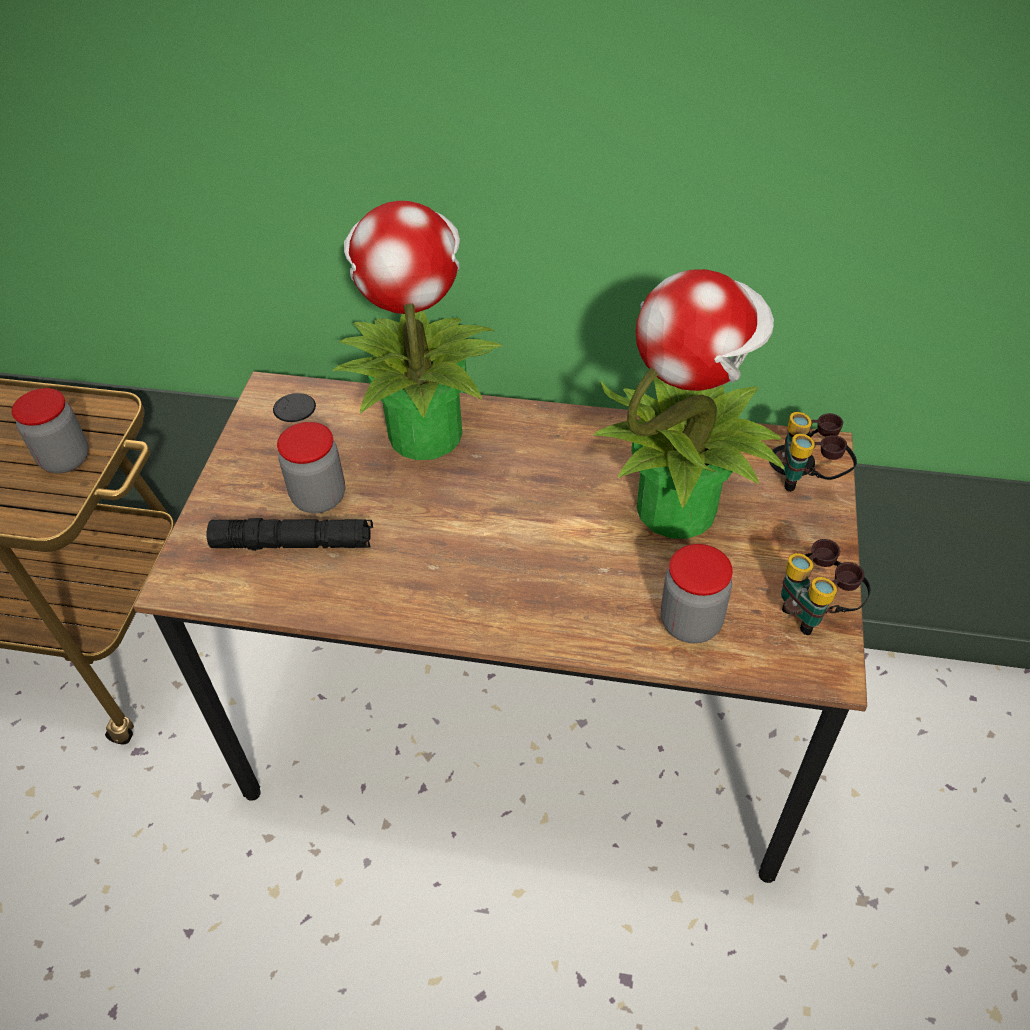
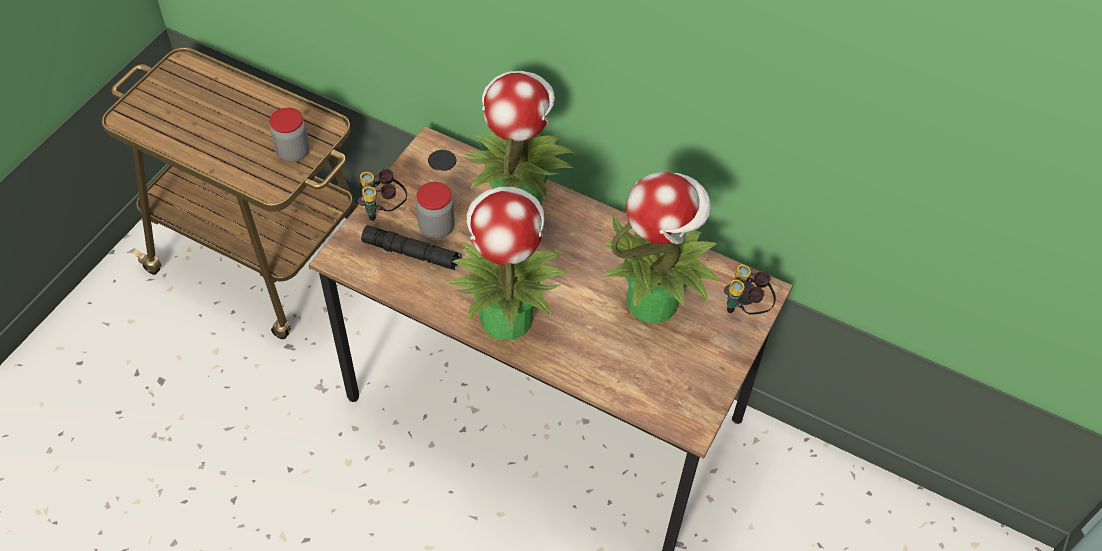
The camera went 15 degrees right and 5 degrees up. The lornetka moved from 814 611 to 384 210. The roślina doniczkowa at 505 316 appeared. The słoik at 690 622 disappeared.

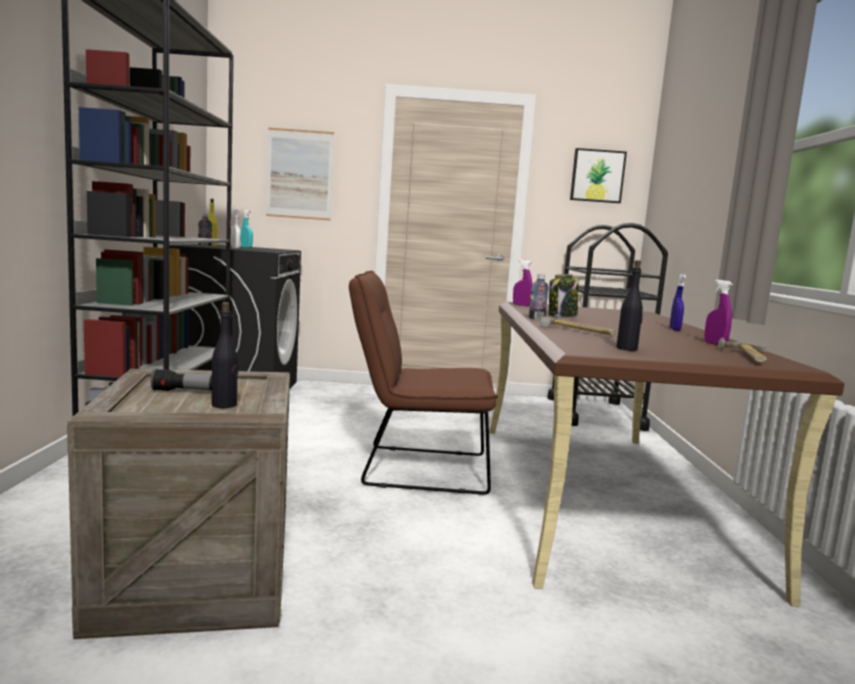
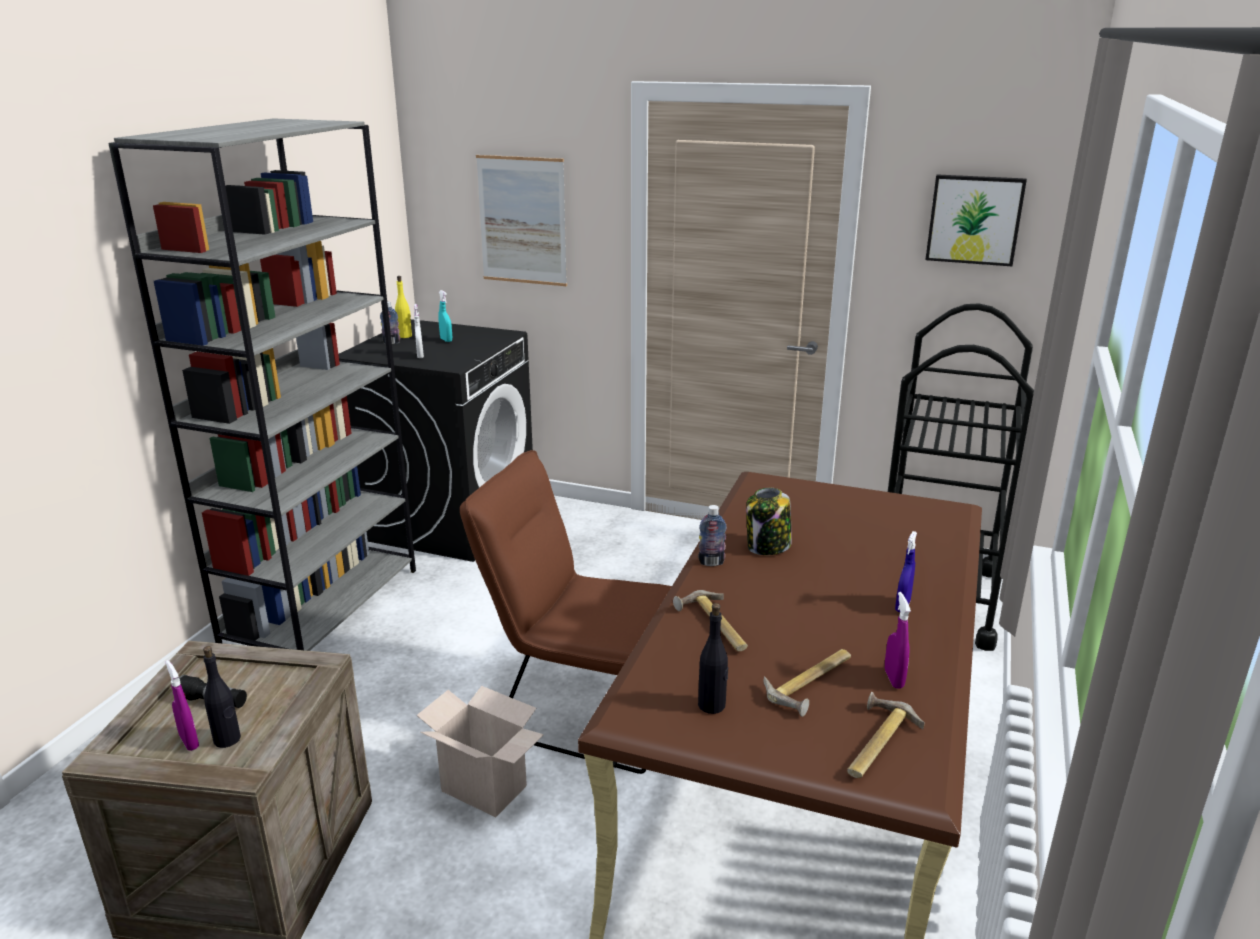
The camera went 20 degrees right and 15 degrees up. The spryskiwacz (fioletowy) moved from 521 305 to 189 742. The karton at 487 788 appeared. The młotek at 813 684 appeared.

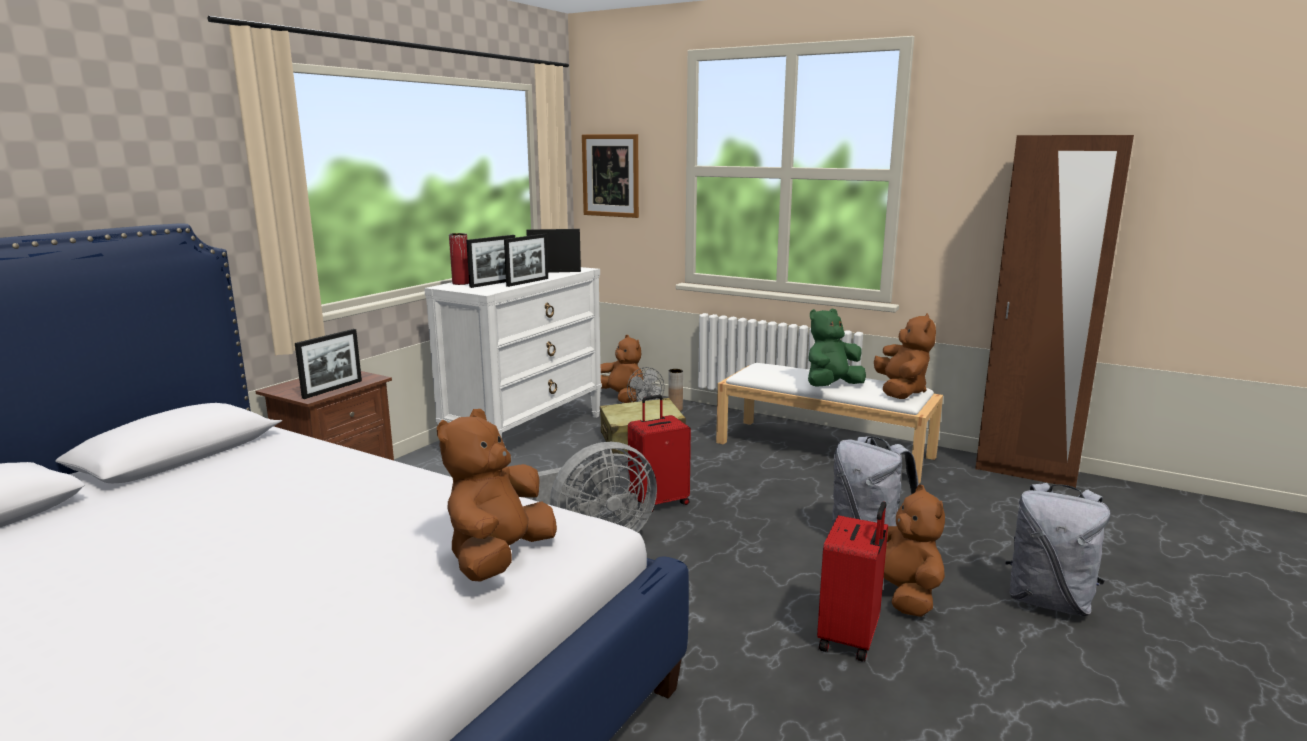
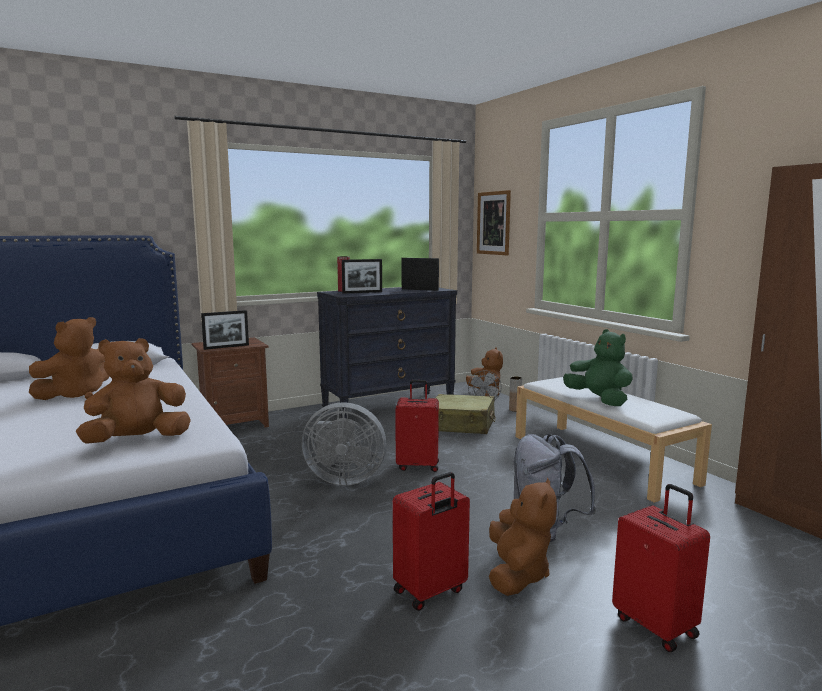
The camera went 30 degrees right and 5 degrees down. The pluszak (brązowy) moved from 901 391 to 76 395. The komoda (biały) at 525 433 became the komoda (czarny) at 389 407. The pluszak (zielony) at 831 387 turned 60 degrees clockwise. The plecak (szary) at 1049 601 was replaced by the walizka (czerwony) at 656 625. The ramka na zdjęcie at 527 282 disappeared.

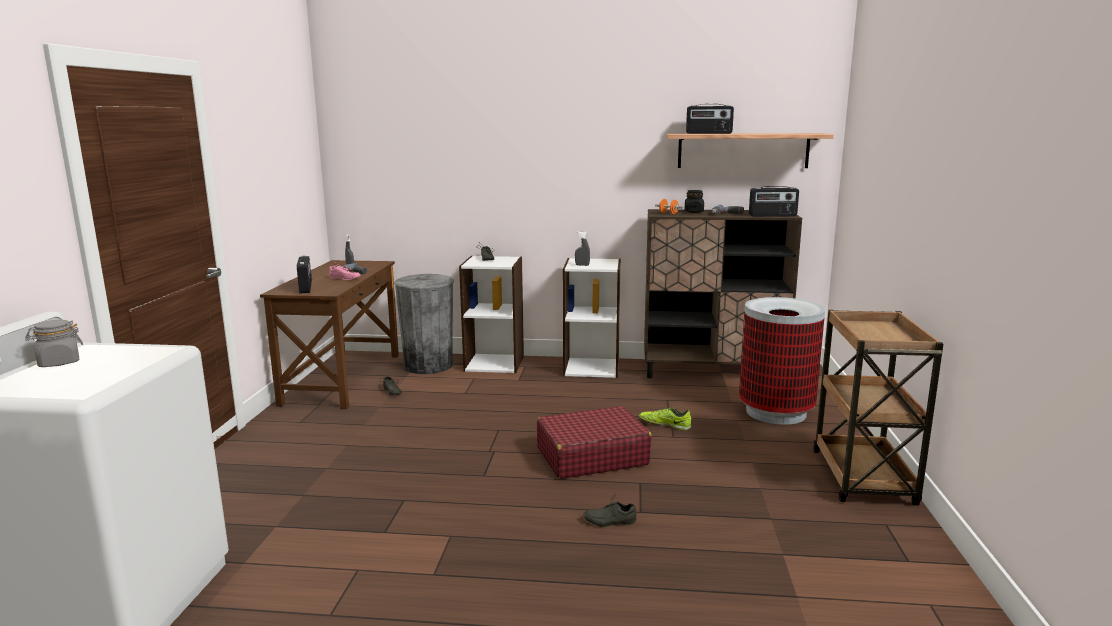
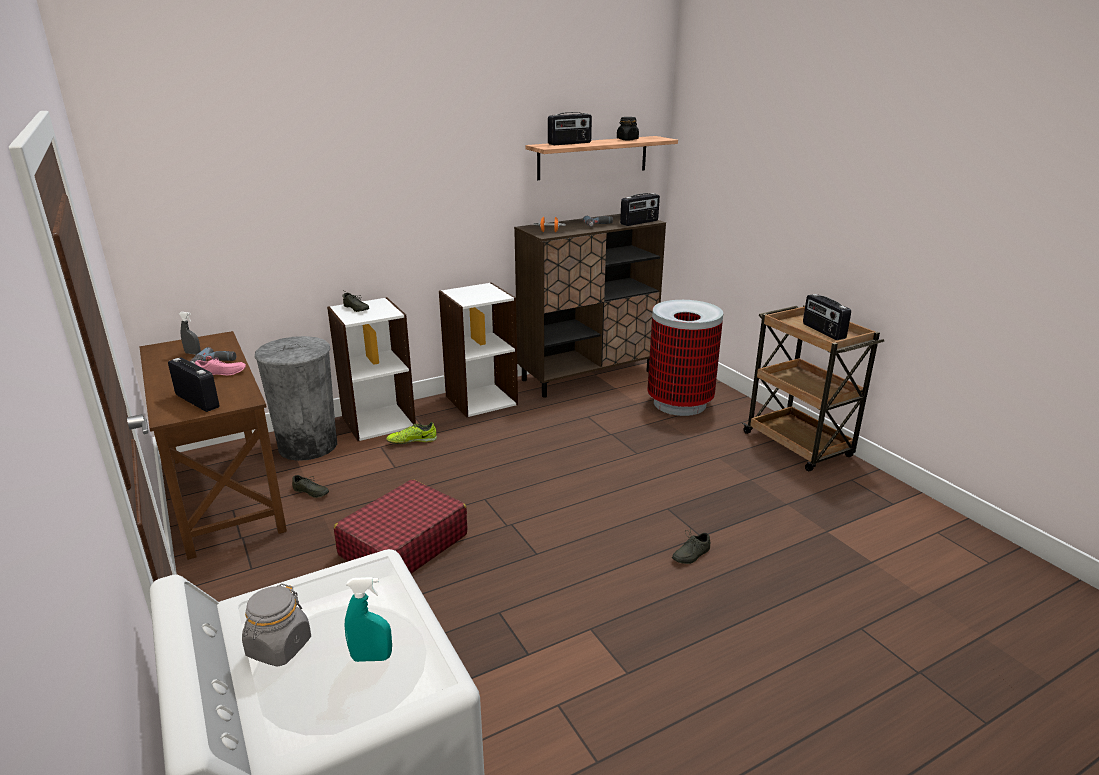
The camera went 35 degrees left and 10 degrees up. The walizka (czerwony) moved from 591 456 to 403 545. The spryskiwacz (turkusowy) at 371 657 appeared. The but moved from 664 425 to 412 441. The słoik (czarny) moved from 693 212 to 627 139. The radio at 823 331 appeared. The spryskiwacz (szary) at 582 265 disappeared.

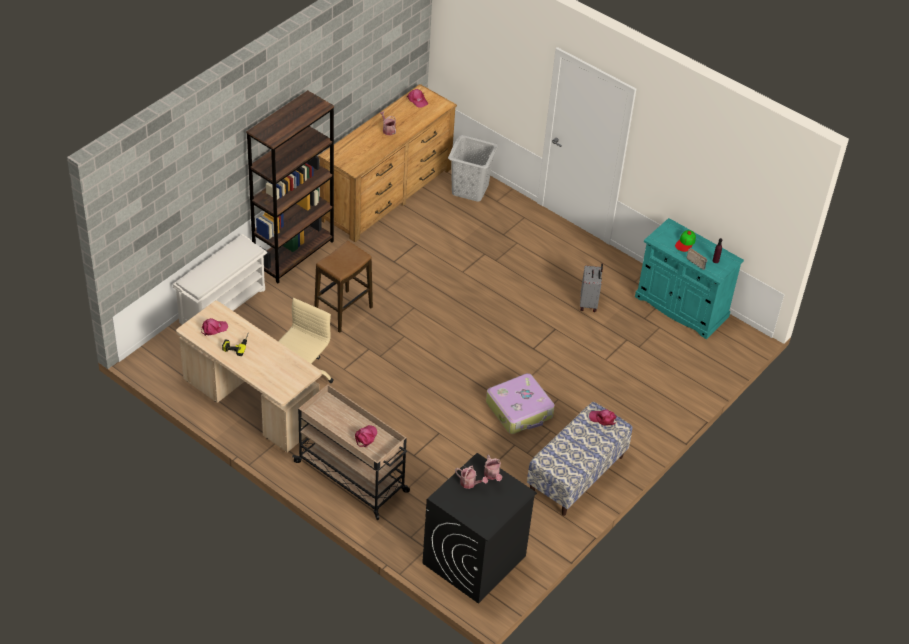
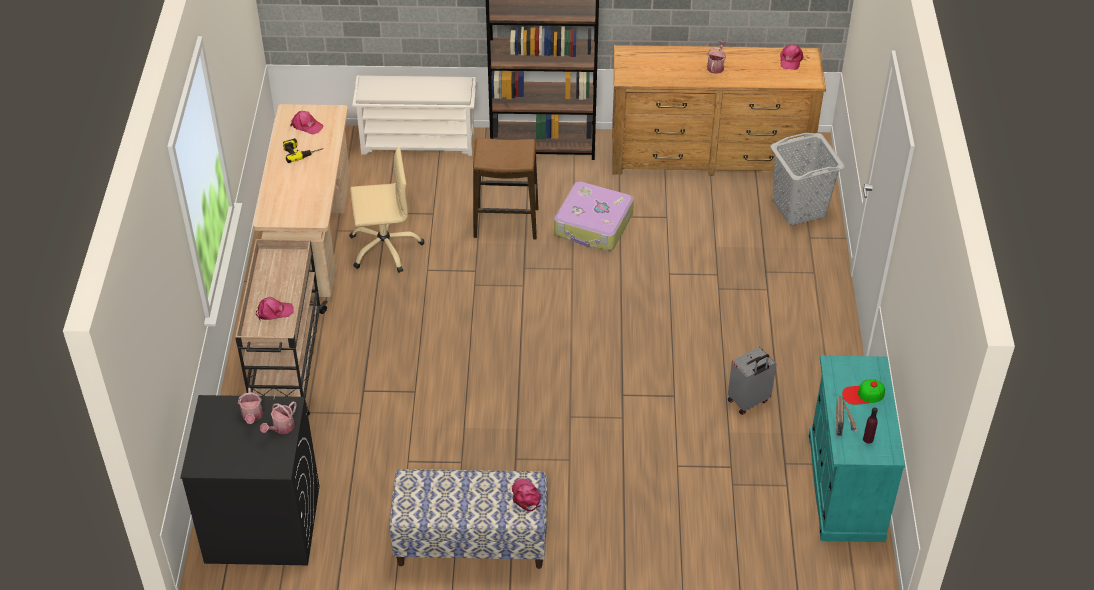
The camera went 55 degrees right and 0 degrees up. The walizka moved from 520 410 to 593 225.

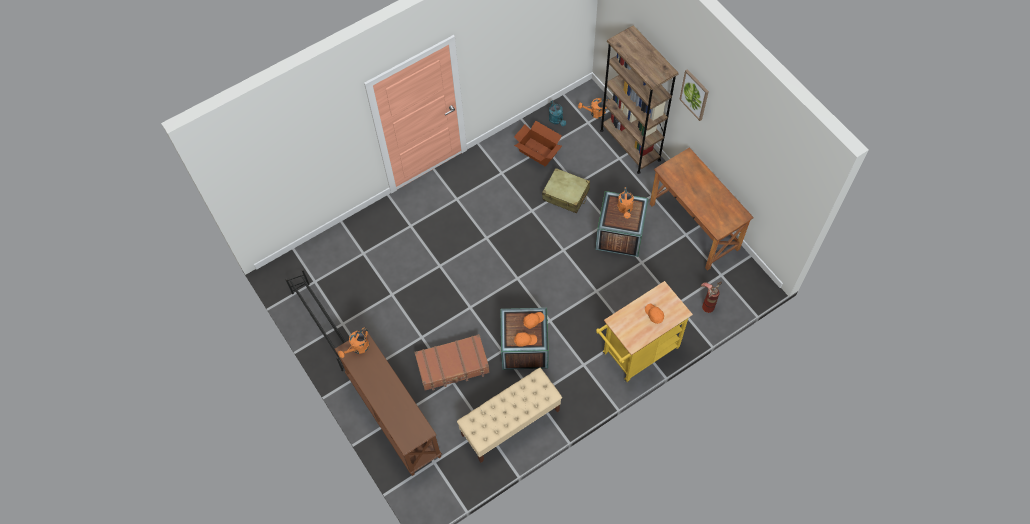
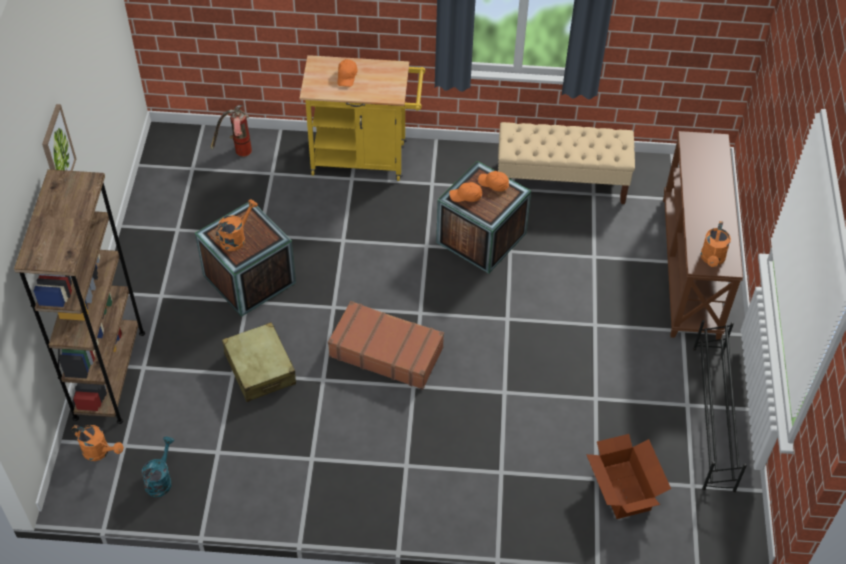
The camera went 145 degrees left and 10 degrees down. The walizka (brązowy) moved from 453 366 to 386 351. The karton moved from 538 152 to 623 489. The konewka (pomarańczowy) at 358 348 turned 120 degrees clockwise. The biurko (brązowy) at 694 226 disappeared.

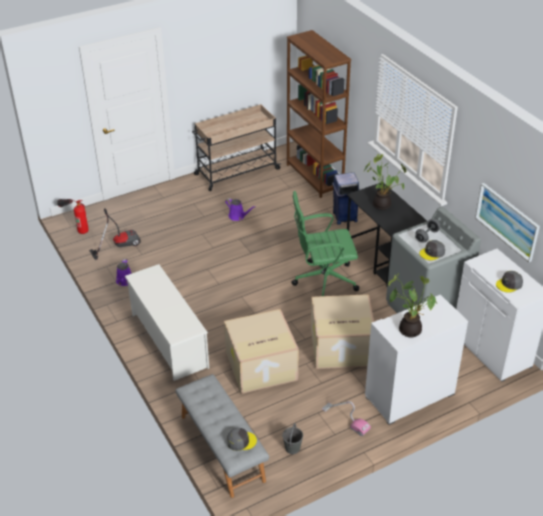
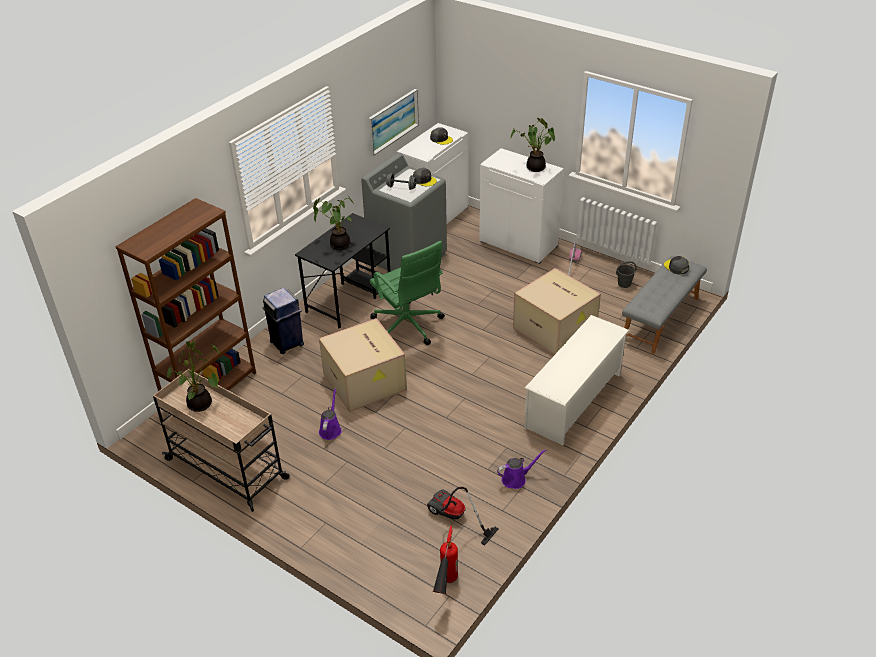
The camera went 115 degrees left and 0 degrees up. The roślina doniczkowa at 202 404 appeared. The karton moved from 340 347 to 366 382.

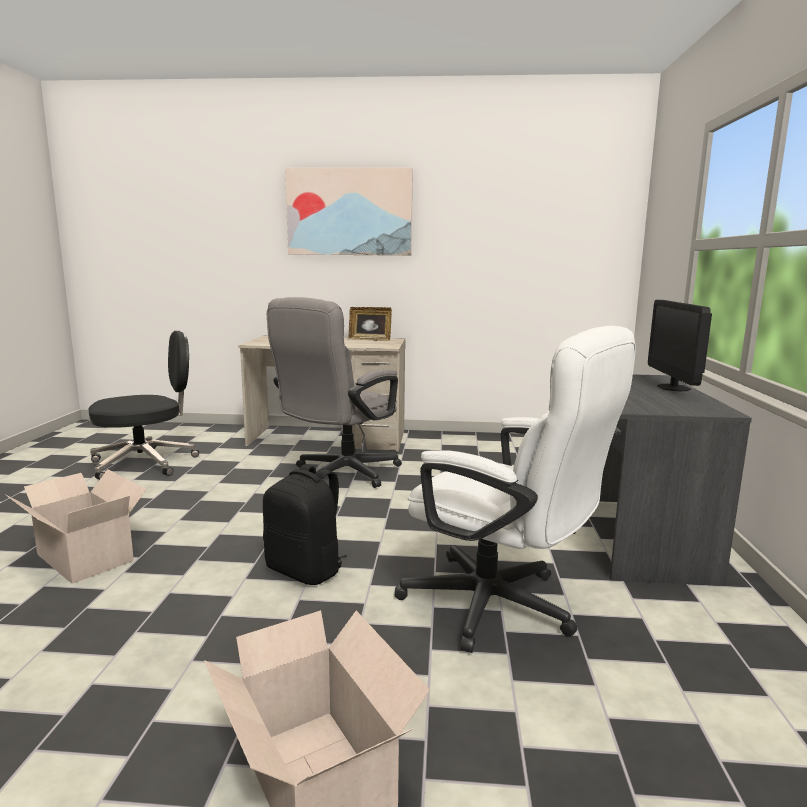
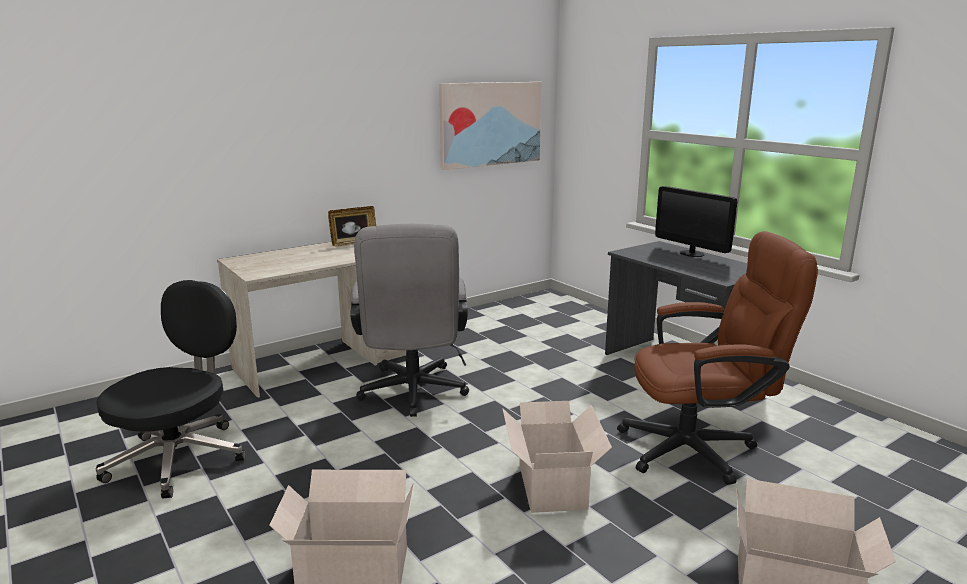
The camera went 40 degrees left and 5 degrees up. The obraz moved from 349 212 to 490 124. The plecak (czarny) at 306 570 was replaced by the karton at 552 484. The krzesło biurowe (biały) at 502 608 became the krzesło biurowe (brązowy) at 700 449.

